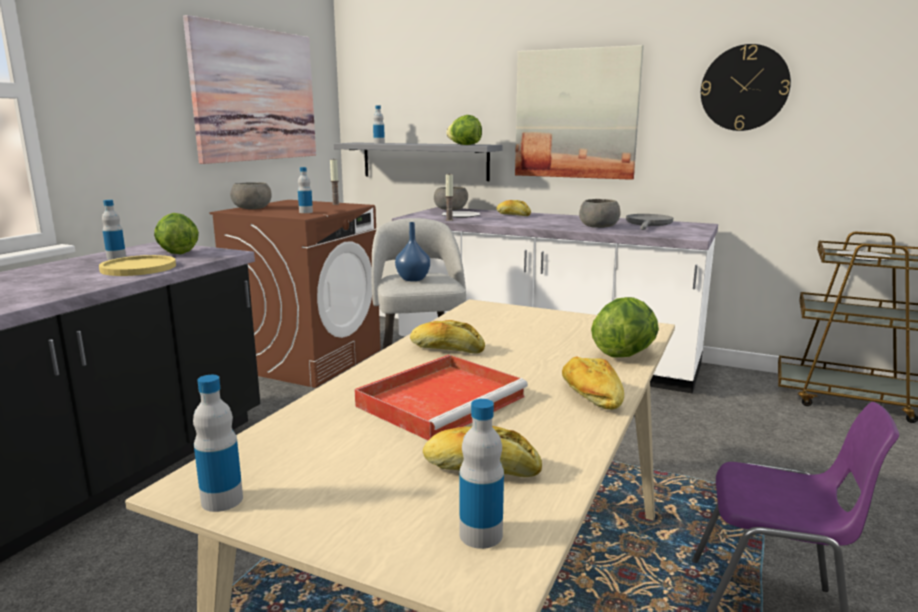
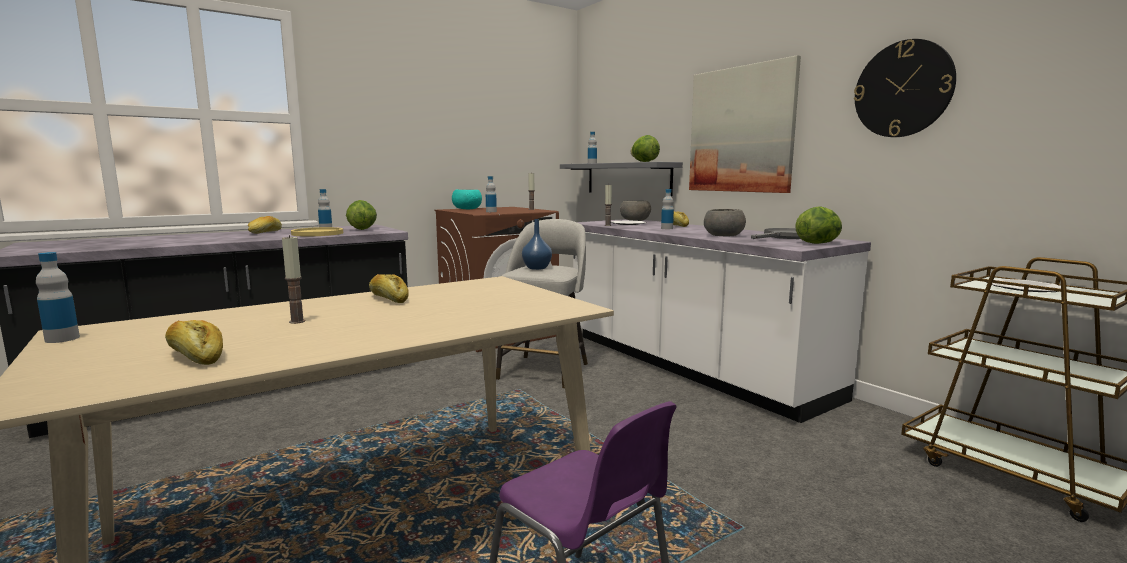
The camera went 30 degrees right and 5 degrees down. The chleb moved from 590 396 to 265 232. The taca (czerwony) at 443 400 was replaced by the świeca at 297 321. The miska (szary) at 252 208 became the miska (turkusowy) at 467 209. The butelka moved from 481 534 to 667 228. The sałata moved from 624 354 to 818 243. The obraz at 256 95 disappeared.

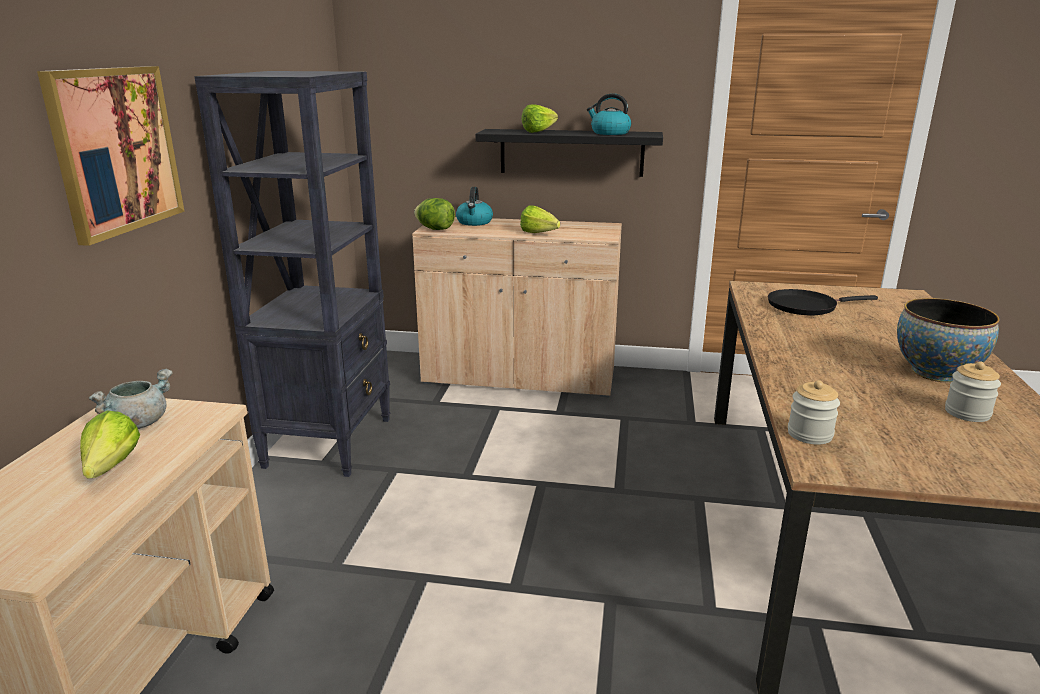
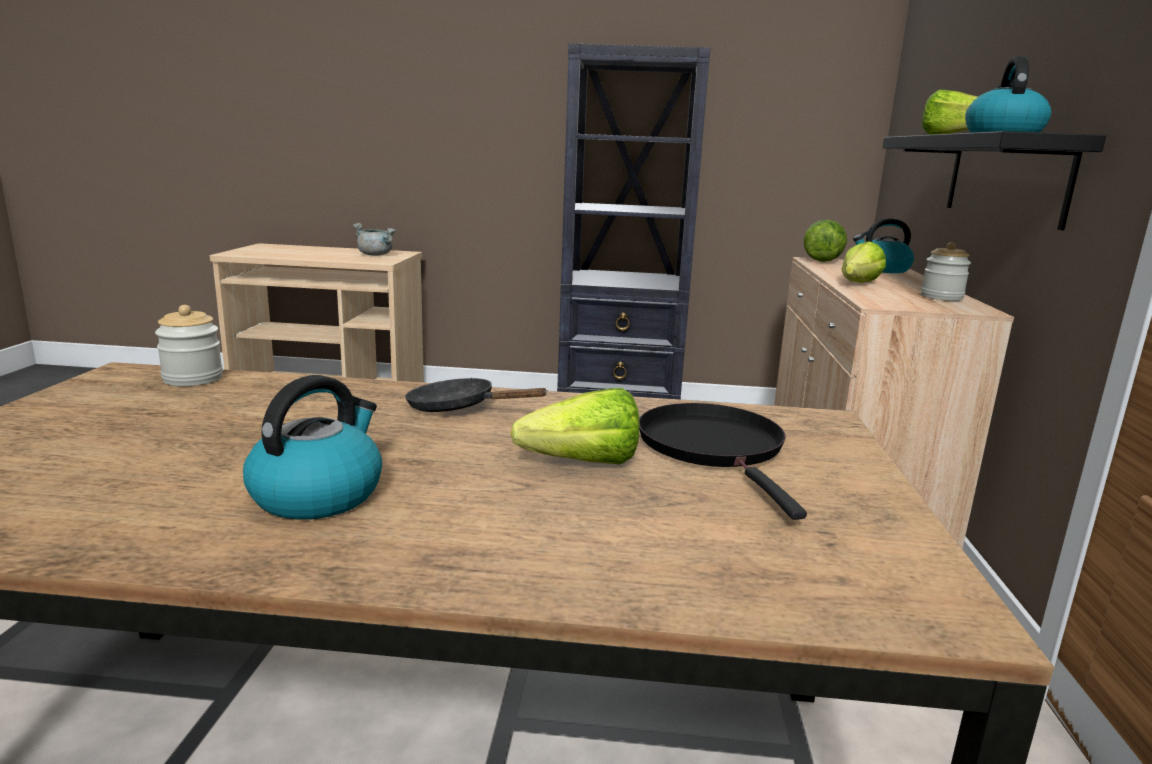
The camera went 85 degrees right and 5 degrees down. The miska at 936 373 was replaced by the czajnik at 318 494. The patelnia (czarny) at 459 408 appeared. The sałata moved from 107 472 to 572 464. The słoik moved from 967 413 to 941 297. The obraz at 115 150 disappeared.

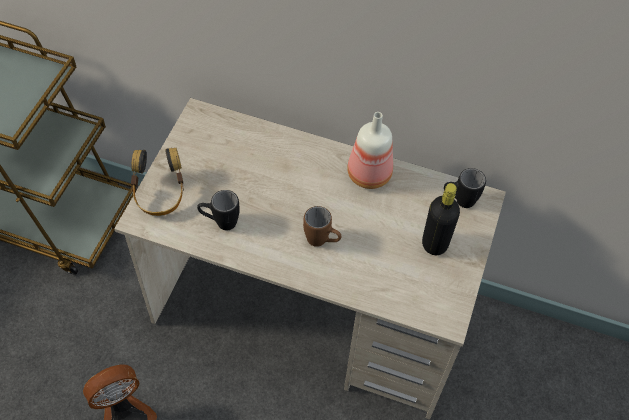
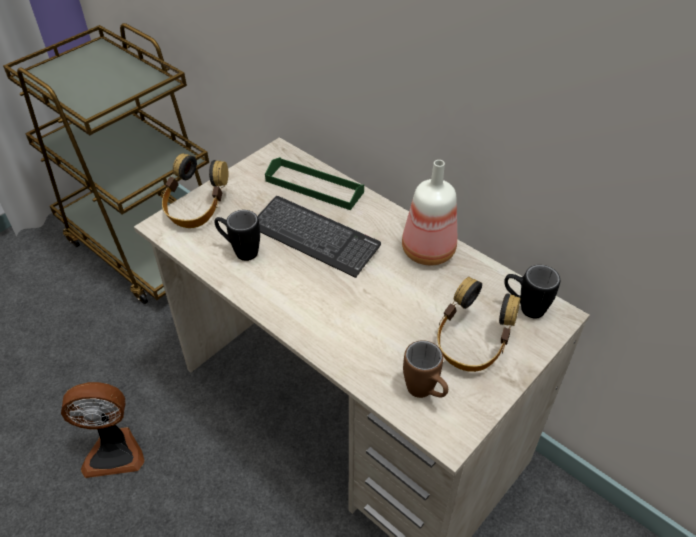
The camera went 25 degrees right and 10 degrees down. The klawiatura at 314 238 appeared. The taca (zielony) at 314 186 appeared. The kubek (brązowy) moved from 322 242 to 425 393. The butelka (czarny) at 434 244 was replaced by the słuchawki at 471 344.

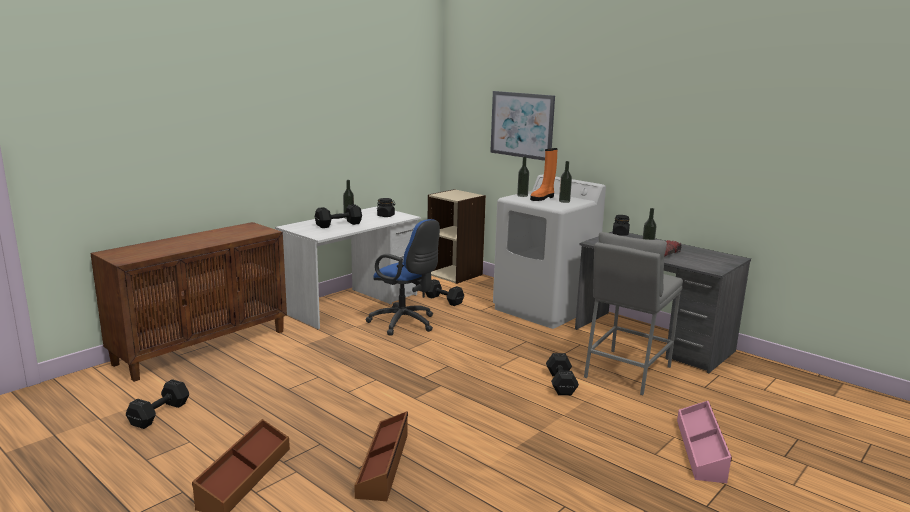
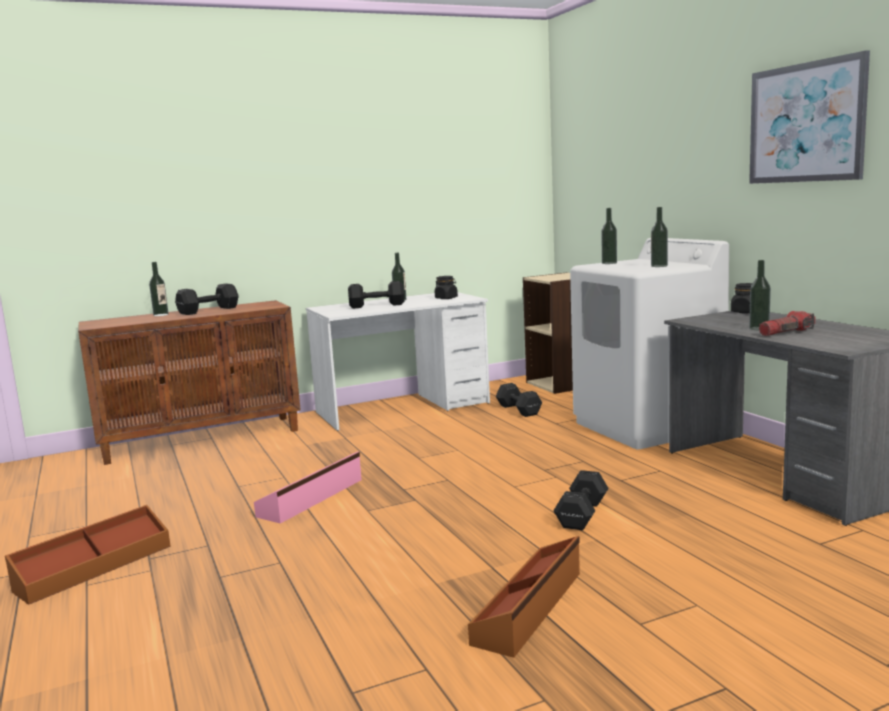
The camera went 25 degrees right and 5 degrees down. The butelka at 161 315 appeared. The hantel (czarny) moved from 158 415 to 207 311. The pojemnik do przechowywania (różowy) moved from 701 450 to 312 498. The pojemnik do przechowywania (brązowy) moved from 384 464 to 530 607. The obraz moved from 522 125 to 806 123. The krzesło biurowe (niebieski) at 405 324 disappeared. The but z cholewką (pomarańczowy) at 542 198 disappeared. The stołek (szary) at 626 371 disappeared.

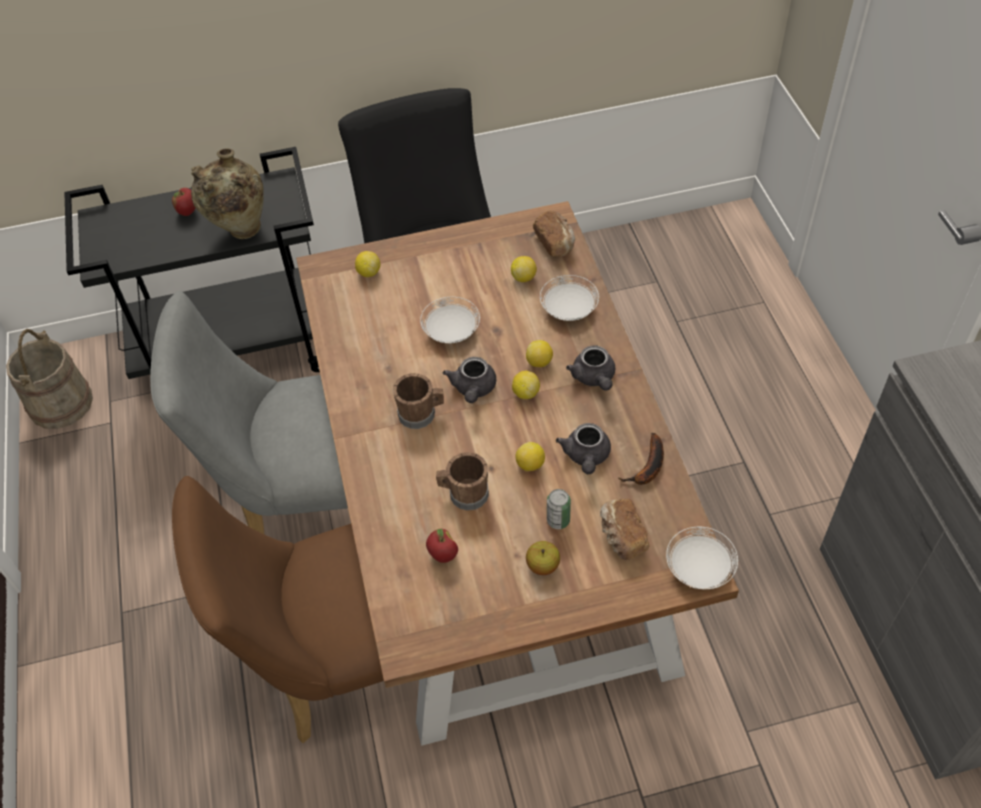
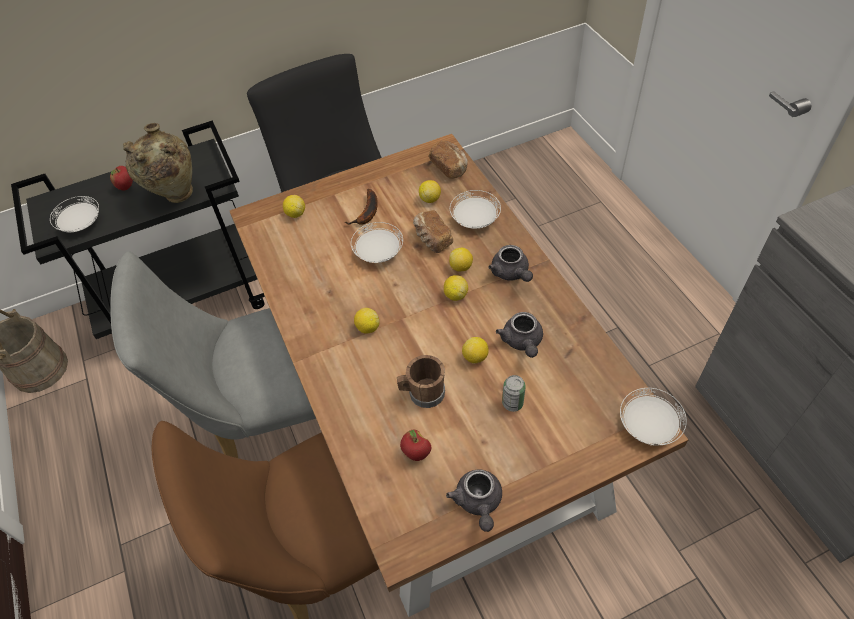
The camera went 10 degrees left and 0 degrees up. The talerz (biały) at 81 224 appeared. The banan moved from 648 467 to 367 213. The kubek (brązowy) at 421 414 was replaced by the cytryna at 368 327. The chleb moved from 621 537 to 432 239. The imbryk (szary) moved from 473 389 to 478 503. The jabłko at 543 565 disappeared.

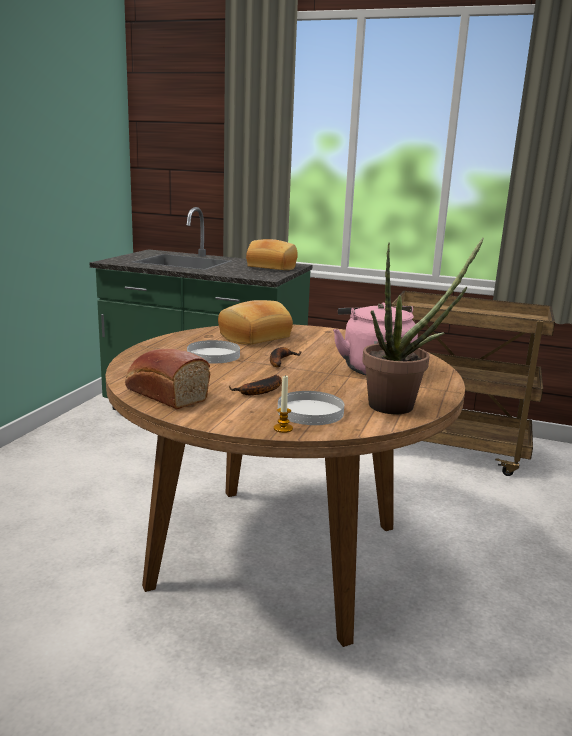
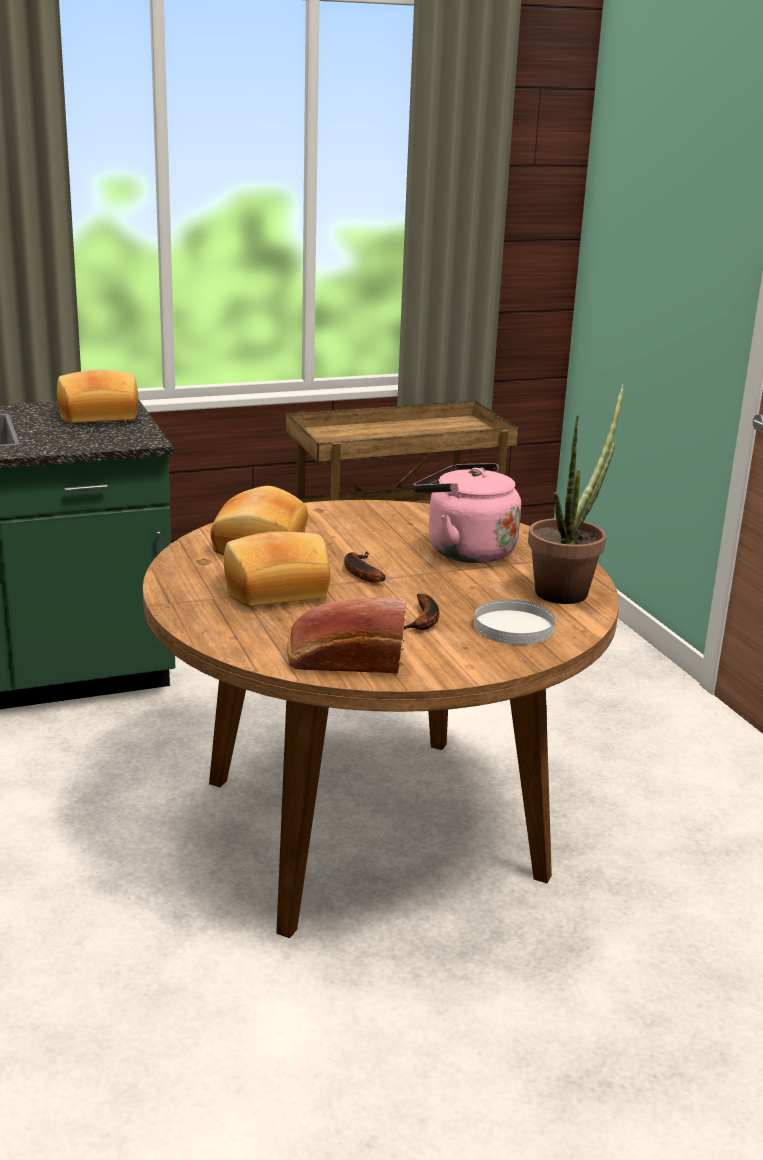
The camera went 40 degrees left and 5 degrees up. The talerz (biały) at 214 355 was replaced by the chleb at 275 589. The świeca at 283 428 disappeared.

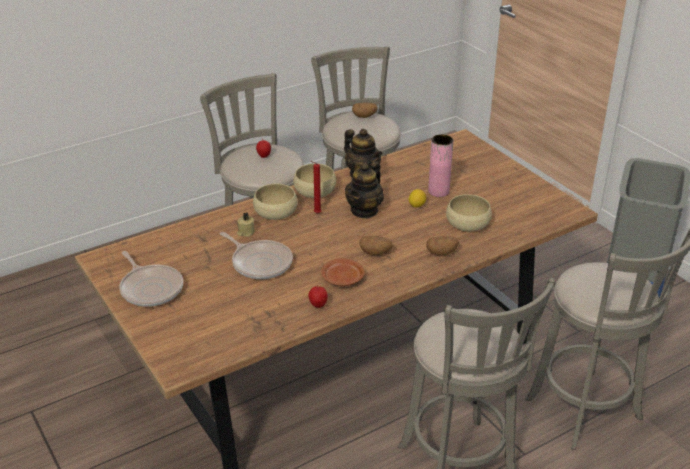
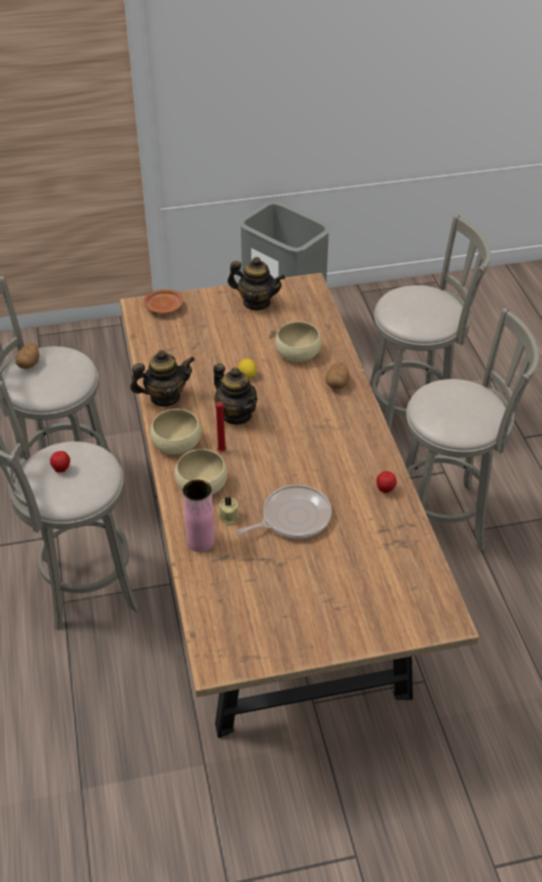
The camera went 70 degrees left and 10 degrees up. The talerz (brązowy) moved from 342 279 to 164 307. The wazon (różowy) moved from 438 191 to 201 542. The imbryk at 256 303 appeared. The patelnia at 150 288 disappeared. The ziemniak at 375 253 disappeared.

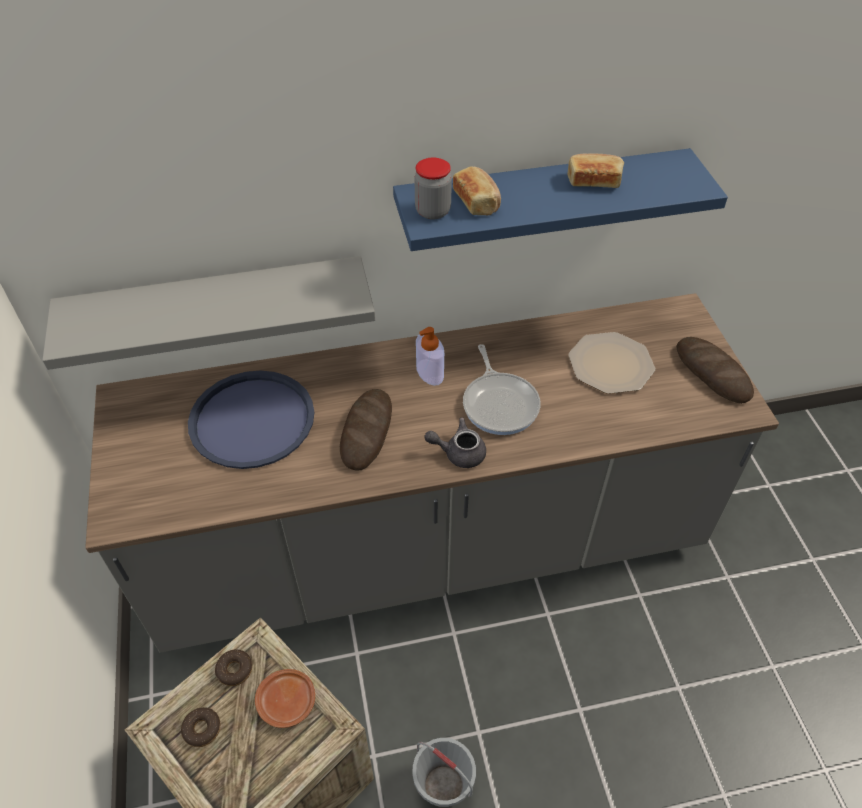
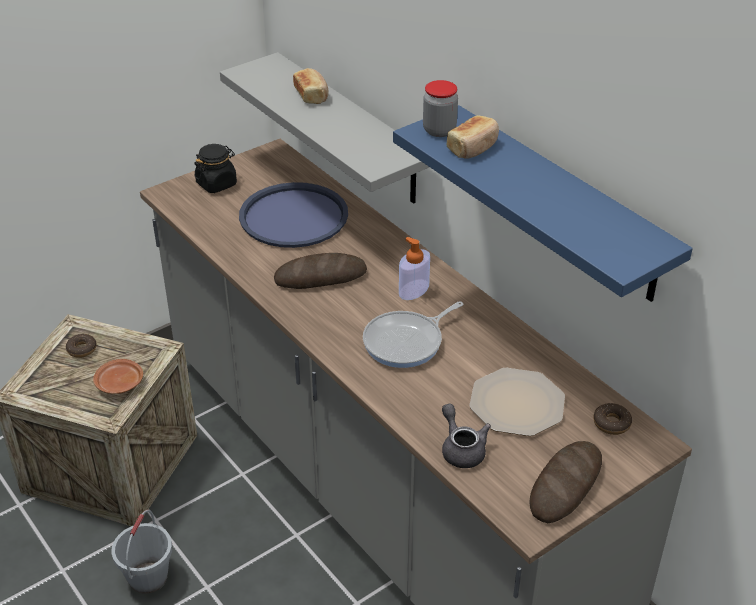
The camera went 65 degrees right and 10 degrees down. The słoik (czarny) at 216 184 appeared. The chleb moved from 593 181 to 312 95. The imbryk (szary) moved from 458 452 to 461 449. The donut moved from 234 670 to 611 423.

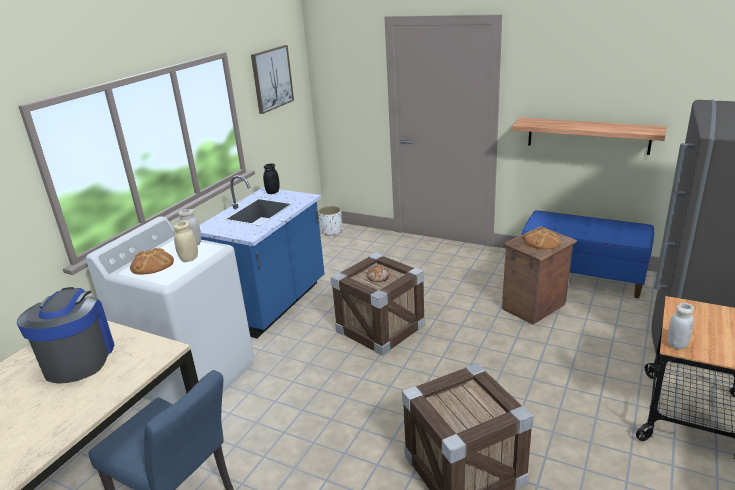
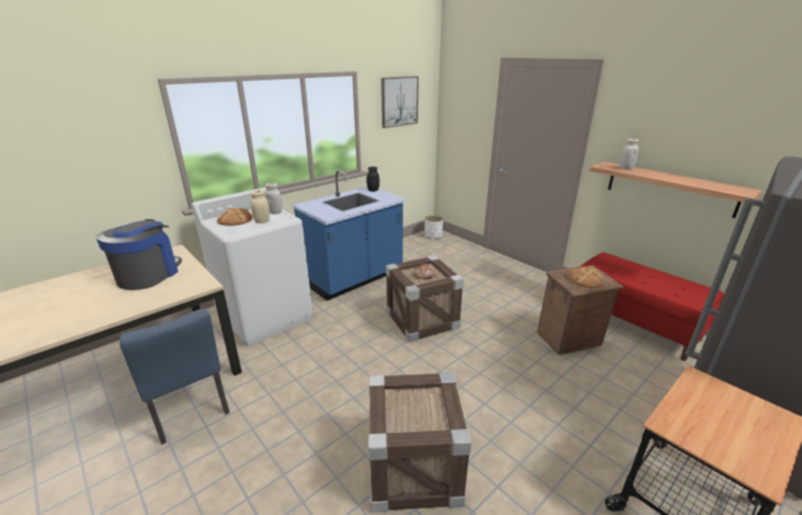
The camera went 20 degrees right and 0 degrees up. The ławka (niebieski) at 582 276 became the ławka (czerwony) at 633 324. The słoik (biały) moved from 677 344 to 626 168.

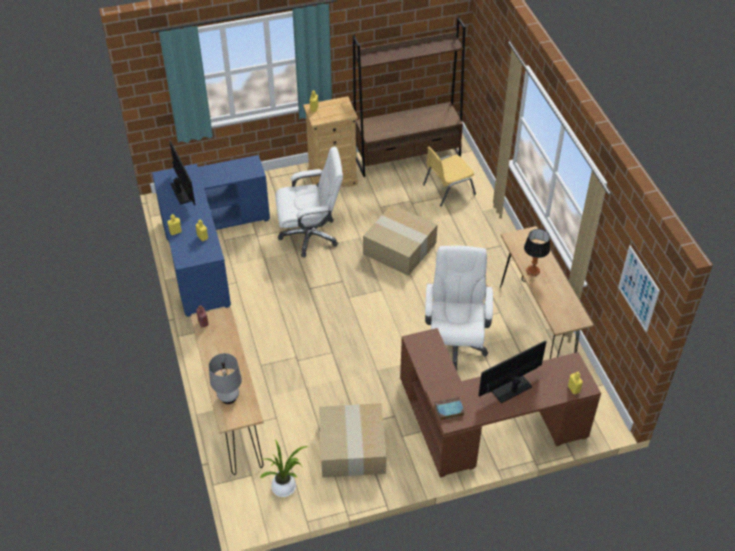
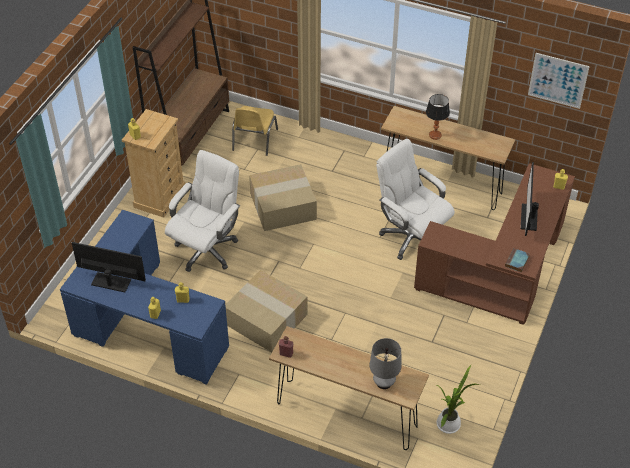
The camera went 50 degrees left and 0 degrees up. The karton moved from 353 449 to 267 319.

